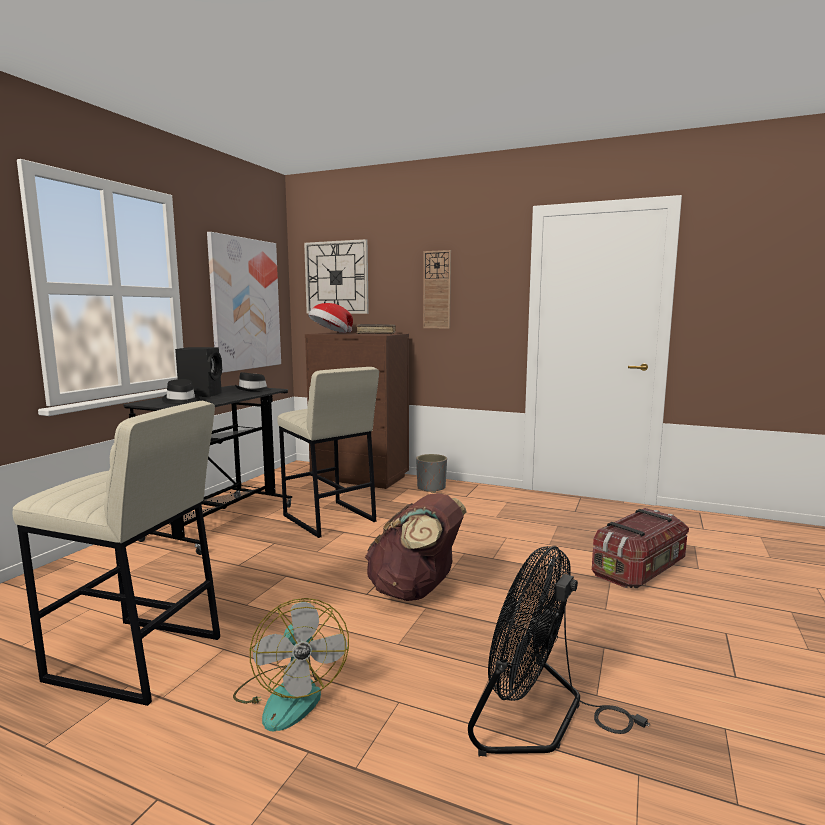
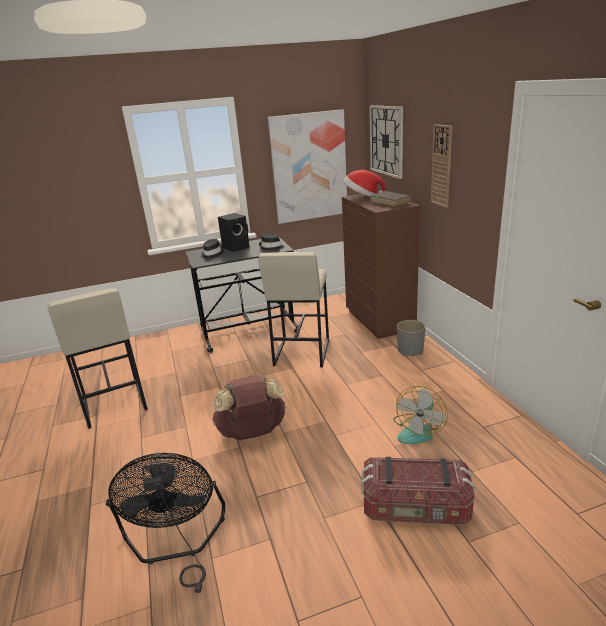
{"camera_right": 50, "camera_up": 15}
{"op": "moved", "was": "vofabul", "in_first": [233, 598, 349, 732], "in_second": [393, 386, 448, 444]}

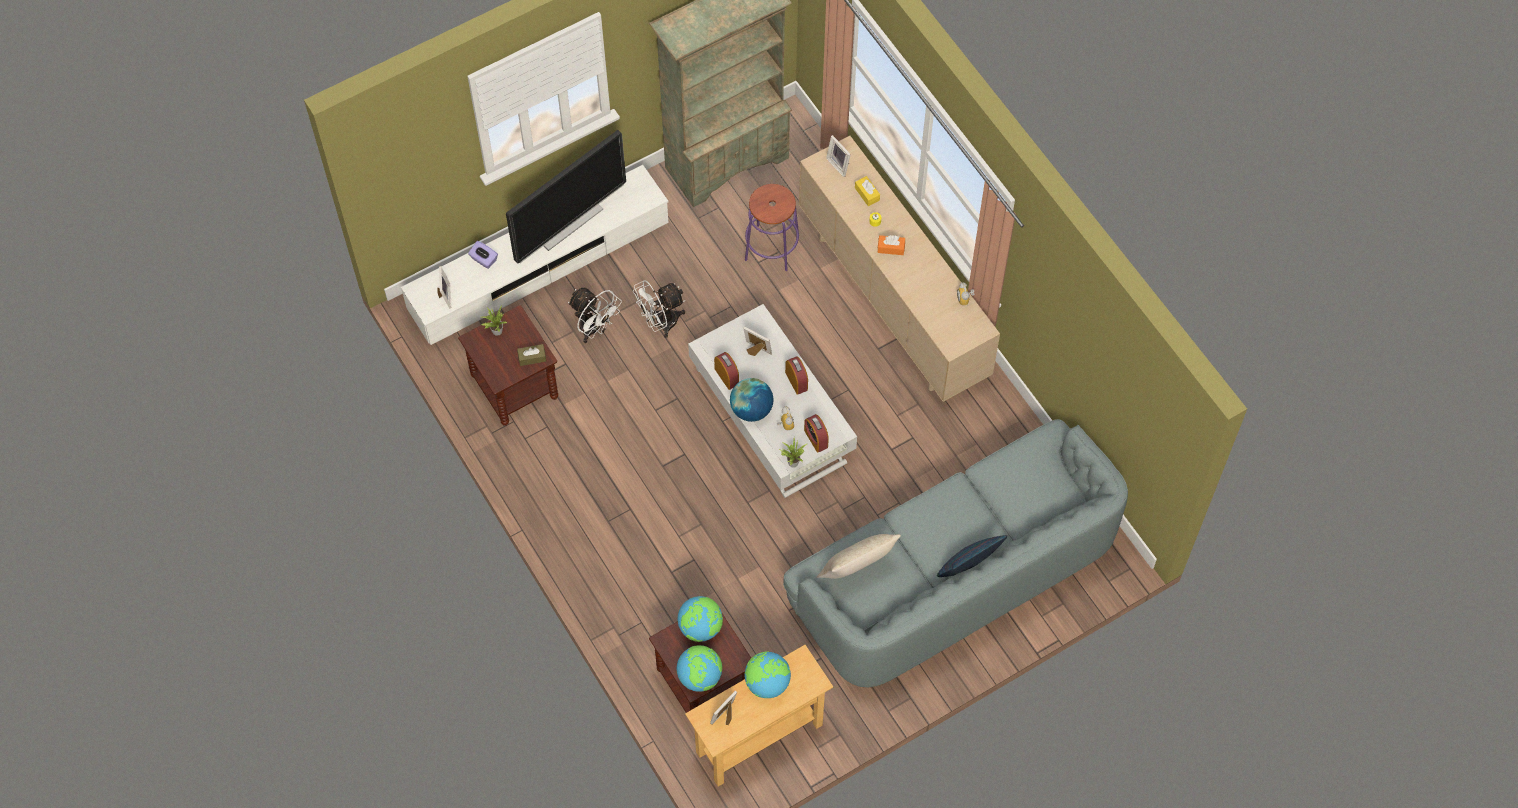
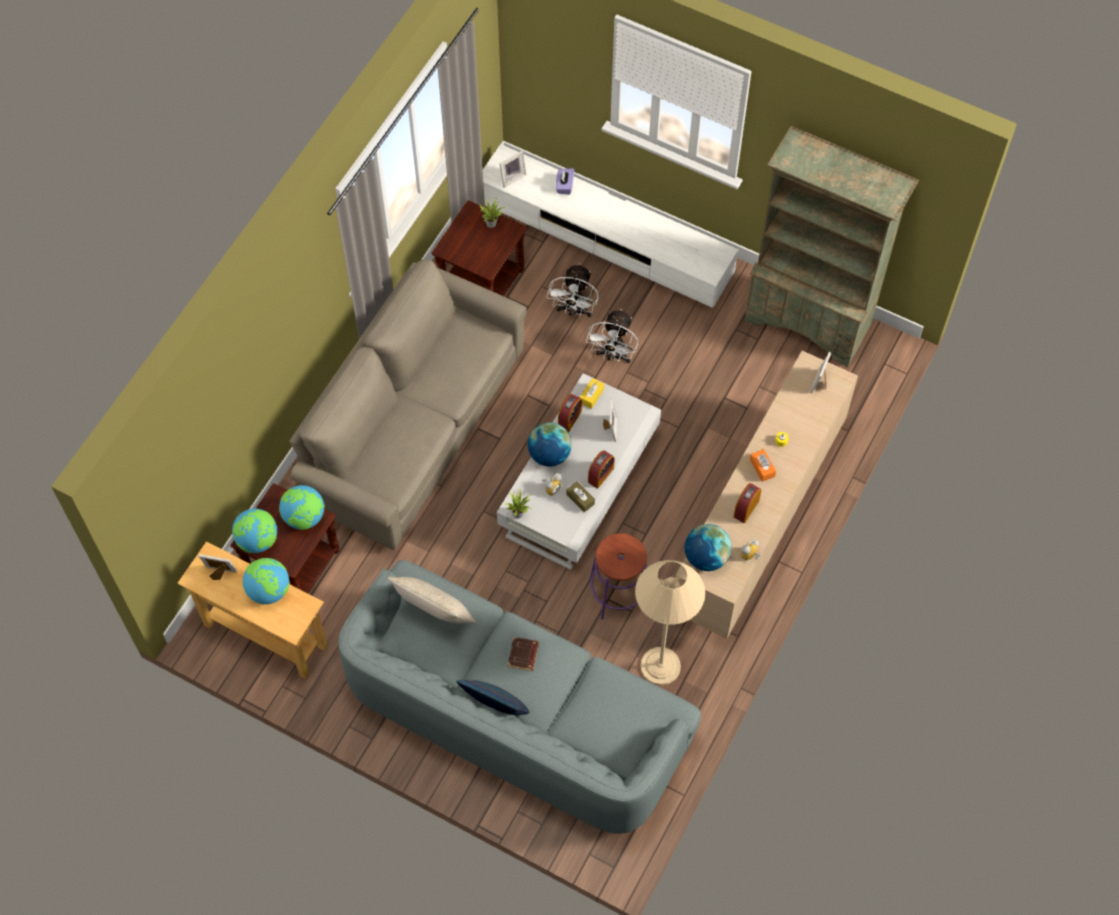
{"camera_right": 60, "camera_up": 0}
{"op": "added", "now": "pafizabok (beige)", "in_second": [289, 259, 527, 550]}
{"op": "added", "now": "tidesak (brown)", "in_second": [508, 637, 539, 671]}
{"op": "moved", "was": "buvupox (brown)", "in_first": [517, 344, 546, 366], "in_second": [567, 481, 595, 512]}
{"op": "moved", "was": "buvupox (yellow)", "in_first": [855, 176, 880, 206], "in_second": [580, 378, 604, 409]}
{"op": "turned", "was": "vofabul (white)", "in_first": [633, 280, 685, 338], "in_second": [586, 309, 638, 363], "clockwise": -105}
{"op": "moved", "was": "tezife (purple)", "in_first": [745, 184, 799, 271], "in_second": [590, 533, 647, 620]}
{"op": "added", "now": "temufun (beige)", "in_second": [635, 560, 705, 685]}
{"op": "added", "now": "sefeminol", "in_second": [685, 524, 732, 571]}
{"op": "moved", "was": "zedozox", "in_first": [804, 414, 829, 453], "in_second": [734, 483, 761, 523]}
{"op": "removed", "was": "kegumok", "in_first": [506, 130, 626, 263]}

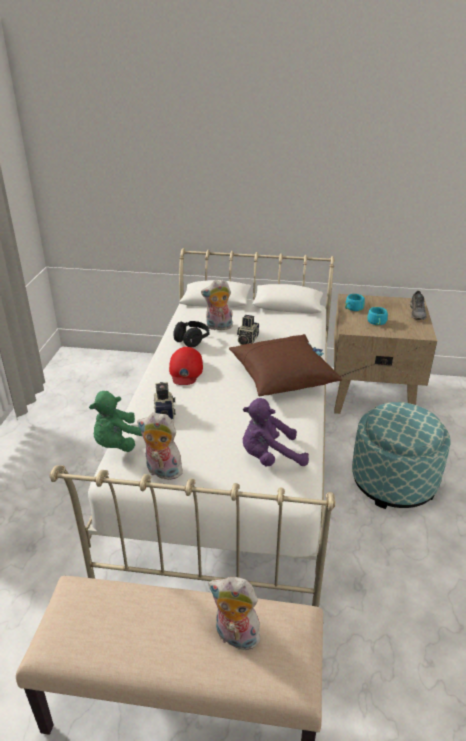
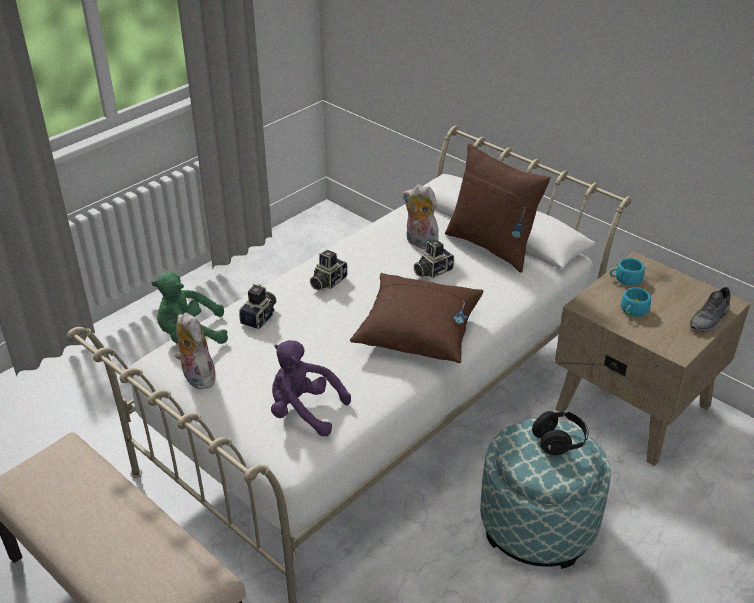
{"camera_right": 35, "camera_up": 5}
{"op": "replaced", "was": "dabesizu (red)", "now": "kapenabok", "in_first": [169, 347, 203, 385], "in_second": [310, 250, 348, 290]}
{"op": "added", "now": "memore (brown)", "in_second": [445, 144, 550, 273]}
{"op": "moved", "was": "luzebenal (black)", "in_first": [173, 321, 209, 347], "in_second": [532, 411, 589, 455]}
{"op": "removed", "was": "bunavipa", "in_first": [208, 577, 260, 653]}

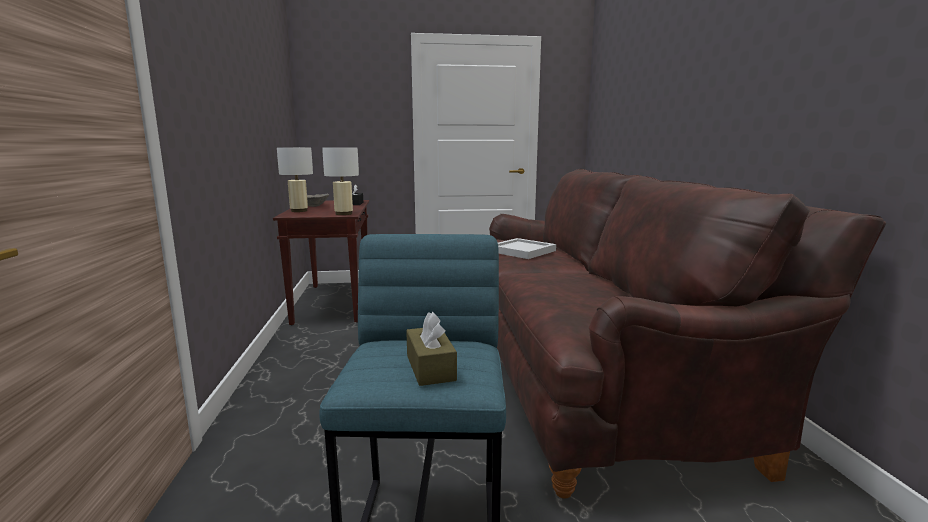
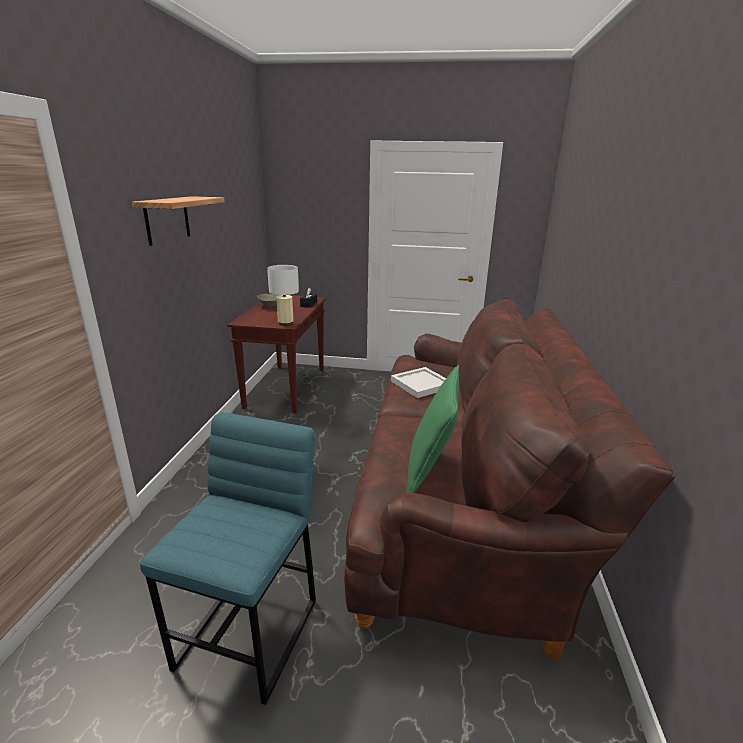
{"camera_right": 15, "camera_up": 10}
{"op": "added", "now": "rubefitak", "in_second": [132, 196, 225, 246]}
{"op": "added", "now": "memore (green)", "in_second": [406, 365, 459, 493]}
{"op": "removed", "was": "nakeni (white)", "in_first": [277, 147, 313, 212]}
{"op": "removed", "was": "buvupox (brown)", "in_first": [406, 312, 457, 386]}

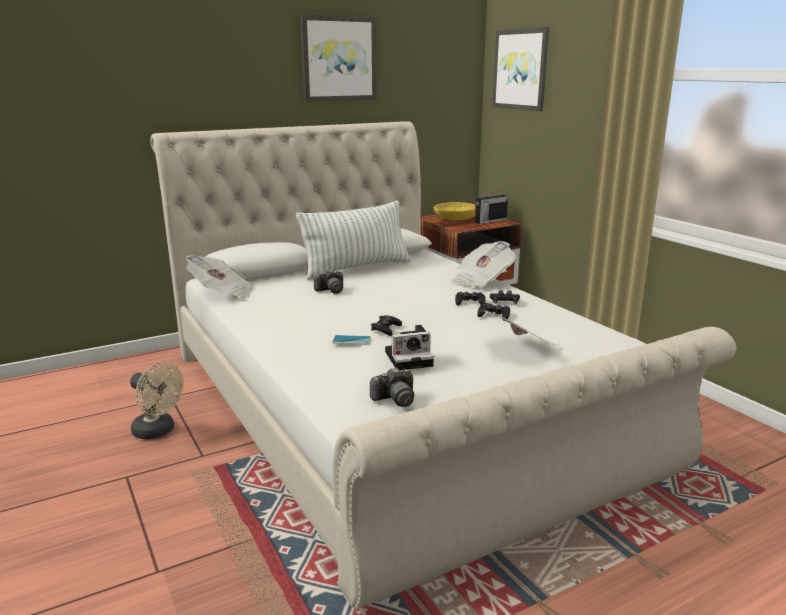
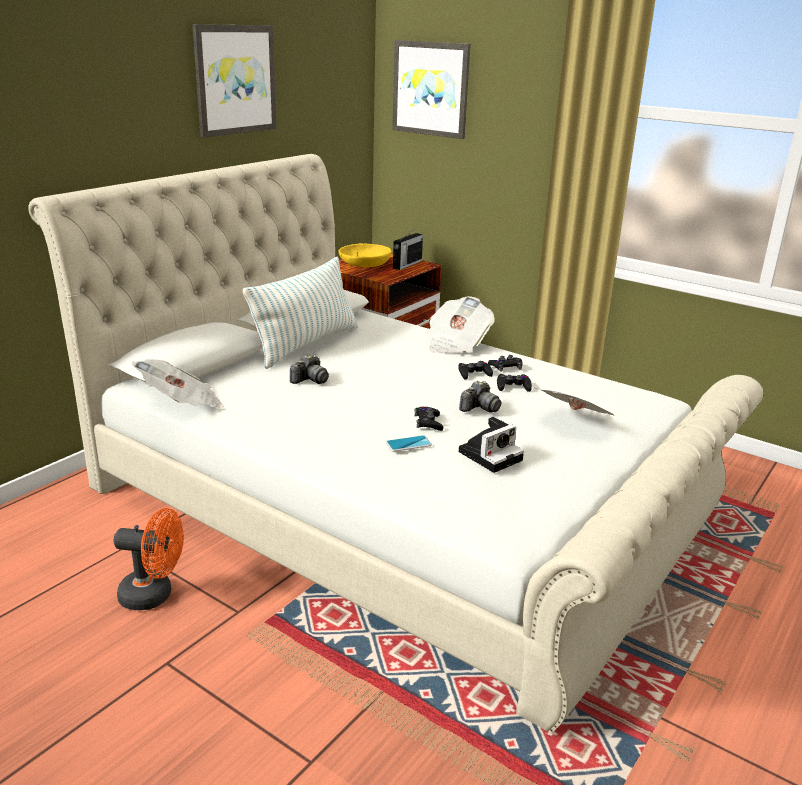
{"camera_right": -25, "camera_up": 5}
{"op": "recoloured", "was": "vofabul (beige)", "now": "vofabul (orange)", "in_first": [130, 362, 184, 440], "in_second": [113, 508, 184, 610]}
{"op": "moved", "was": "kapenabok", "in_first": [370, 367, 414, 407], "in_second": [459, 381, 501, 413]}

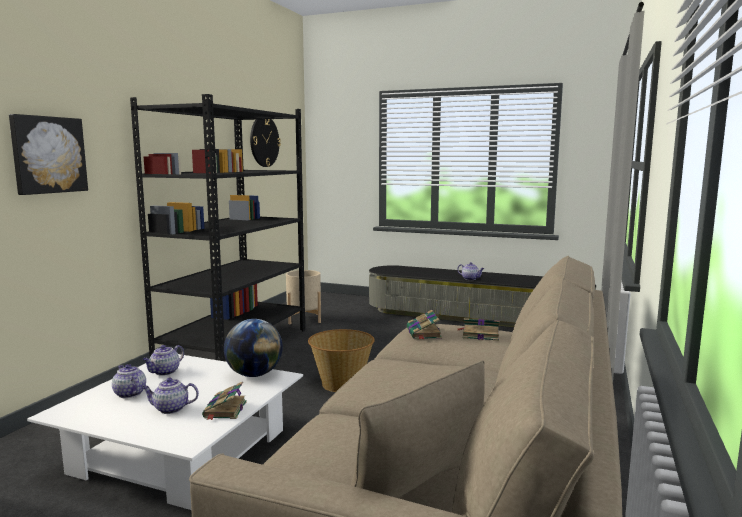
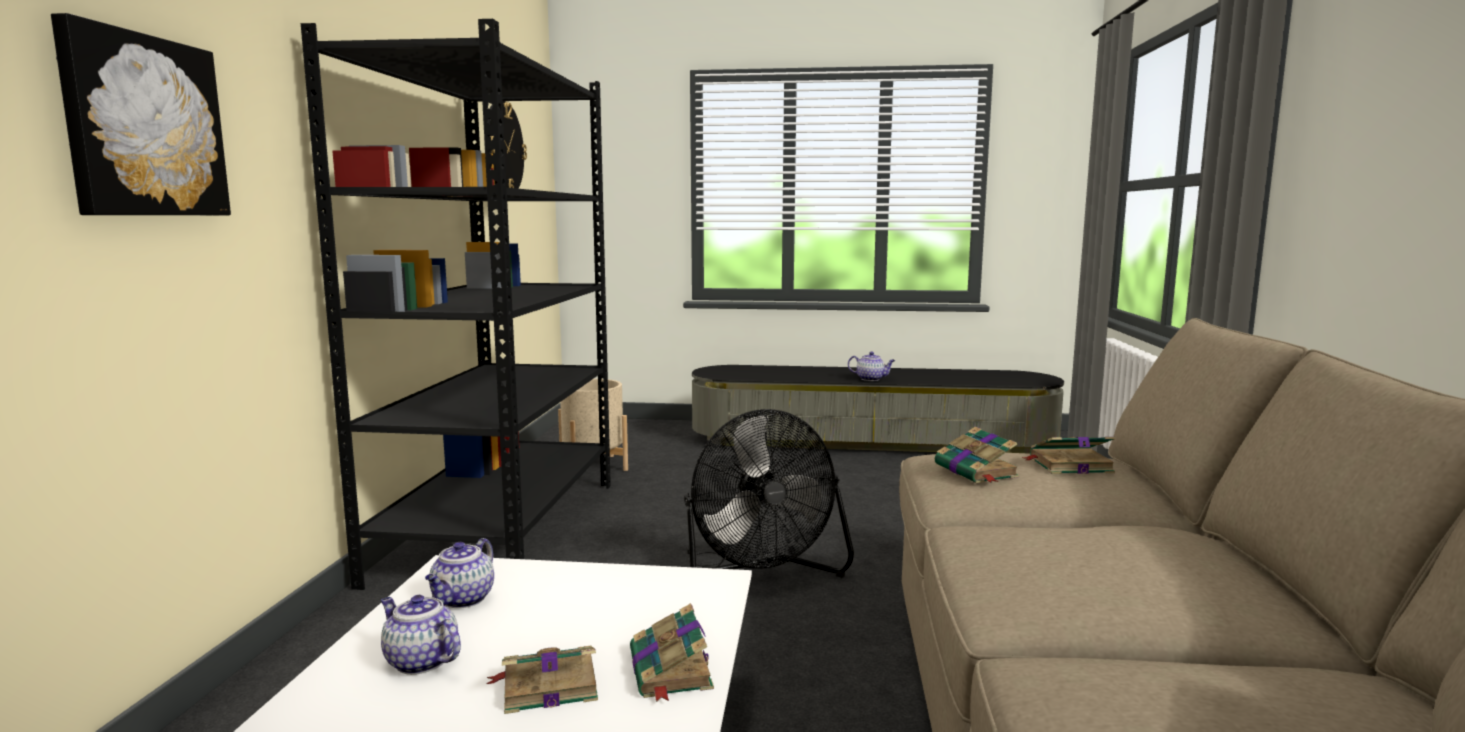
{"camera_right": -15, "camera_up": 0}
{"op": "replaced", "was": "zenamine", "now": "tidesak", "in_first": [141, 378, 199, 414], "in_second": [487, 646, 598, 714]}
{"op": "replaced", "was": "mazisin", "now": "vofabul (black)", "in_first": [308, 329, 375, 392], "in_second": [684, 409, 854, 578]}
{"op": "removed", "was": "sefeminol", "in_first": [224, 319, 283, 377]}

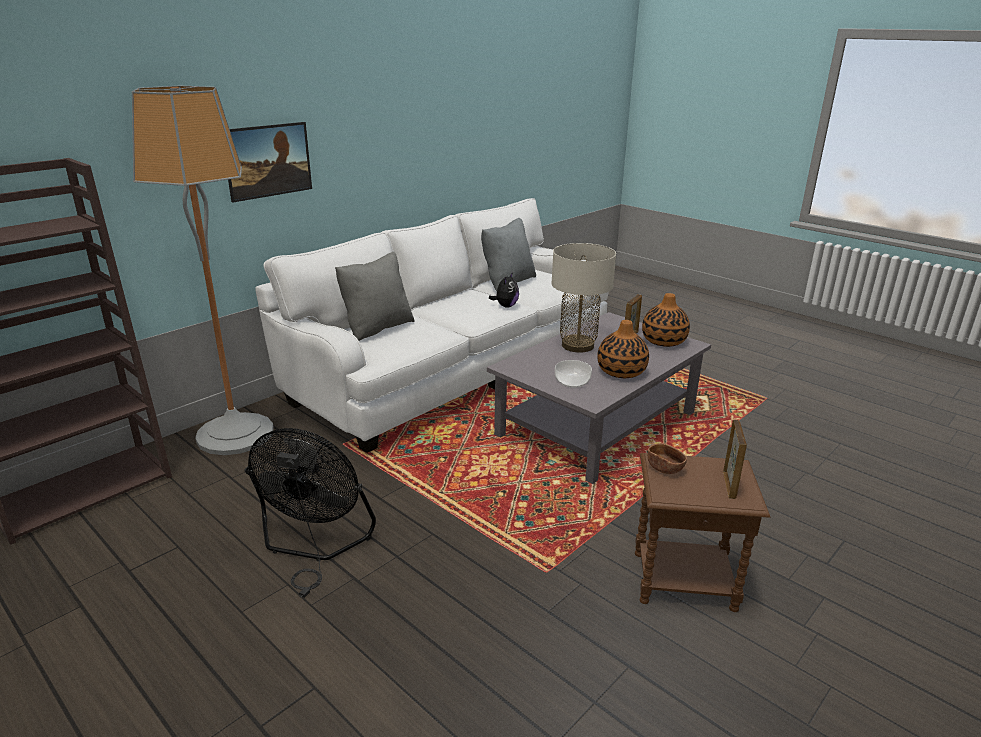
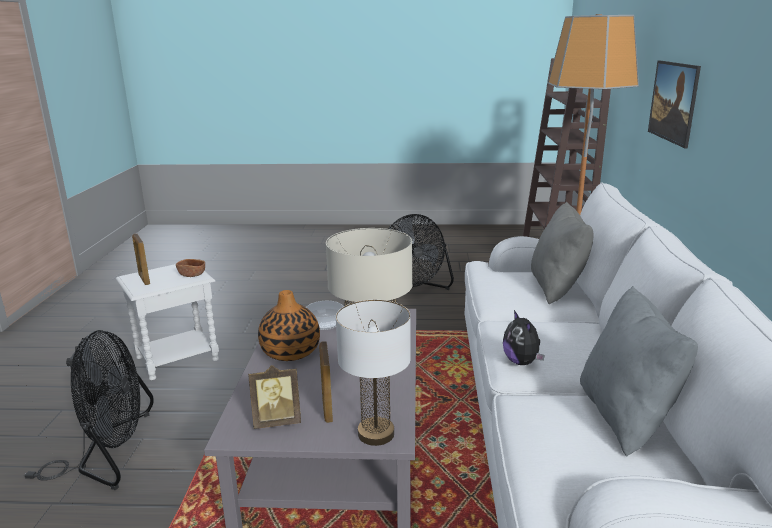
{"camera_right": 140, "camera_up": -5}
{"op": "added", "now": "vofabul (black)", "in_second": [24, 330, 154, 490]}
{"op": "recoloured", "was": "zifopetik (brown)", "now": "zifopetik (white)", "in_first": [635, 453, 770, 612], "in_second": [116, 264, 219, 380]}
{"op": "replaced", "was": "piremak", "now": "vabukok", "in_first": [642, 293, 690, 347], "in_second": [248, 365, 301, 429]}
{"op": "added", "now": "nakeni", "in_second": [336, 300, 411, 446]}

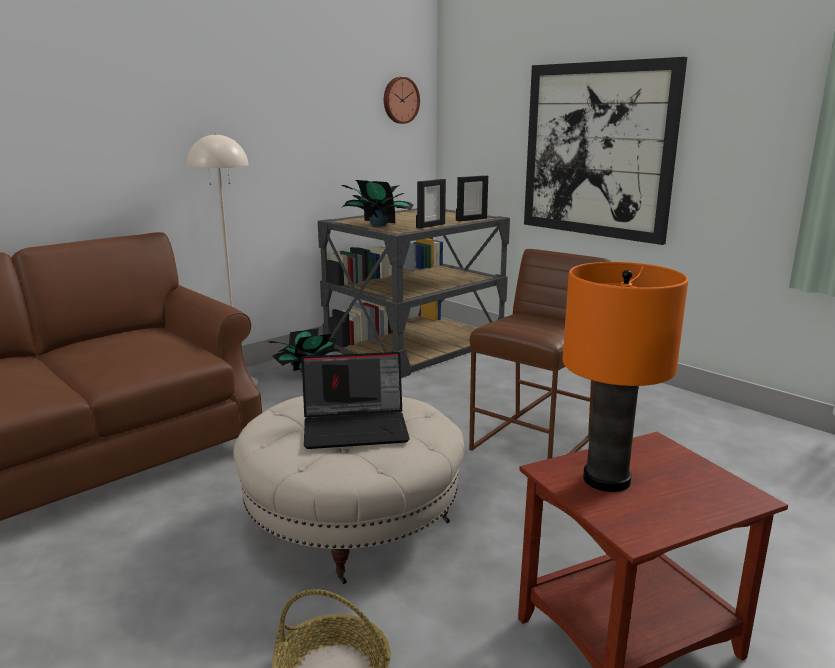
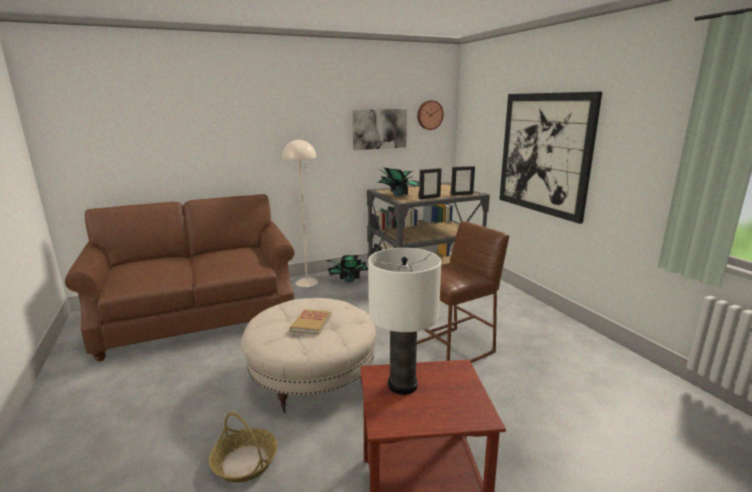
{"camera_right": 20, "camera_up": 0}
{"op": "replaced", "was": "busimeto", "now": "tidesak", "in_first": [302, 352, 410, 449], "in_second": [290, 309, 331, 334]}
{"op": "added", "now": "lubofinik", "in_second": [352, 109, 407, 150]}
{"op": "recoloured", "was": "nakeni (orange)", "now": "nakeni (white)", "in_first": [563, 262, 688, 492], "in_second": [368, 248, 441, 395]}

